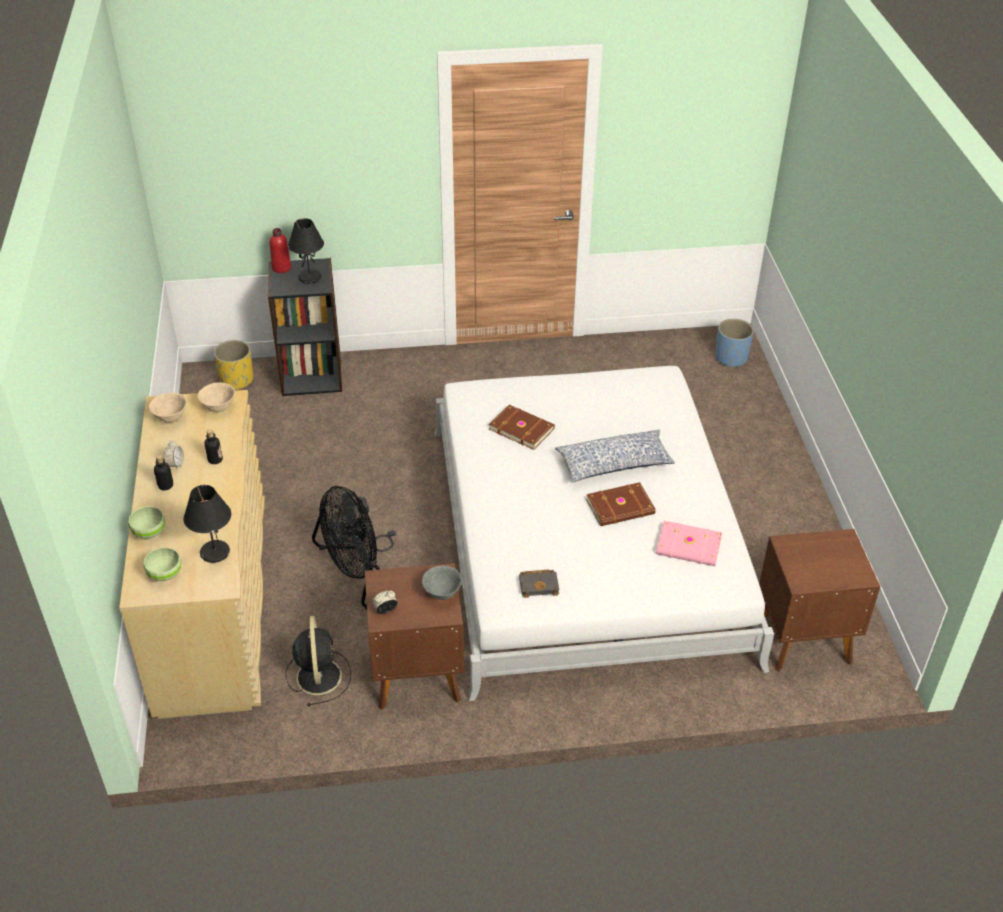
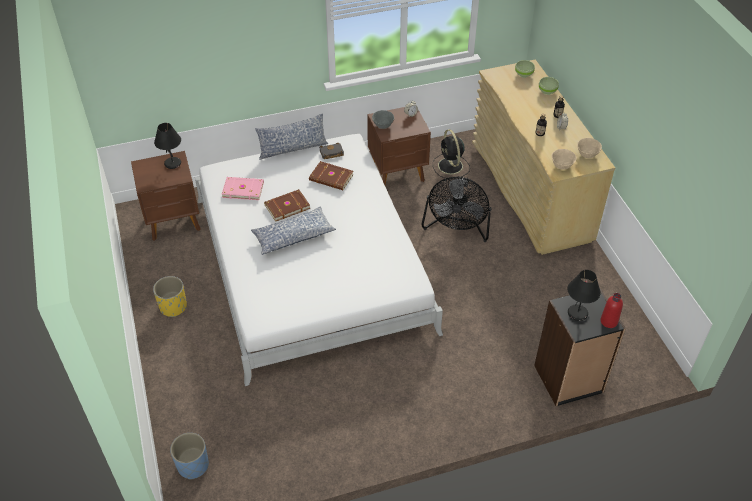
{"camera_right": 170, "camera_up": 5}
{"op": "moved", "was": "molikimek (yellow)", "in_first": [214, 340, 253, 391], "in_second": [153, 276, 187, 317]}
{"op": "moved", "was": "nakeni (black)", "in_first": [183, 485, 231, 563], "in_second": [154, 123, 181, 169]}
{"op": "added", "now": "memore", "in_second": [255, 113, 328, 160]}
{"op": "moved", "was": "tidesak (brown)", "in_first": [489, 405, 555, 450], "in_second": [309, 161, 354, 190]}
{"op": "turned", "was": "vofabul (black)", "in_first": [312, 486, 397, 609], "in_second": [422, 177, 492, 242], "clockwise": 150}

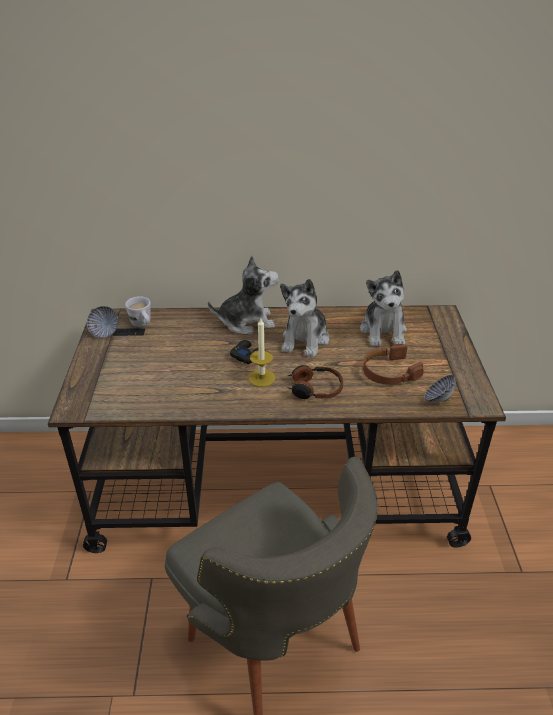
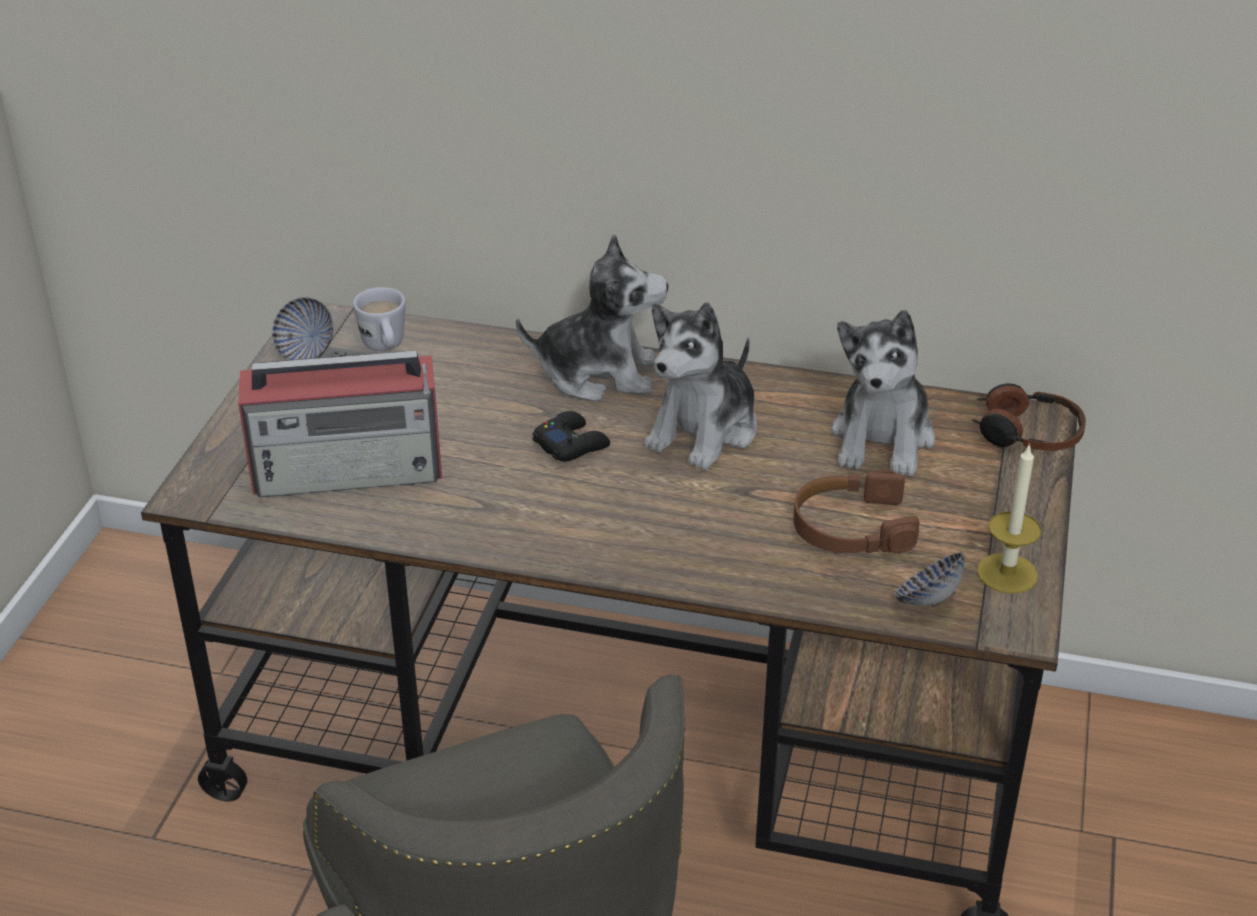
{"camera_right": 15, "camera_up": 0}
{"op": "added", "now": "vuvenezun", "in_second": [238, 350, 442, 498]}
{"op": "moved", "was": "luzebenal", "in_first": [287, 365, 343, 399], "in_second": [971, 383, 1086, 451]}
{"op": "moved", "was": "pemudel", "in_first": [248, 318, 275, 387], "in_second": [977, 443, 1042, 594]}

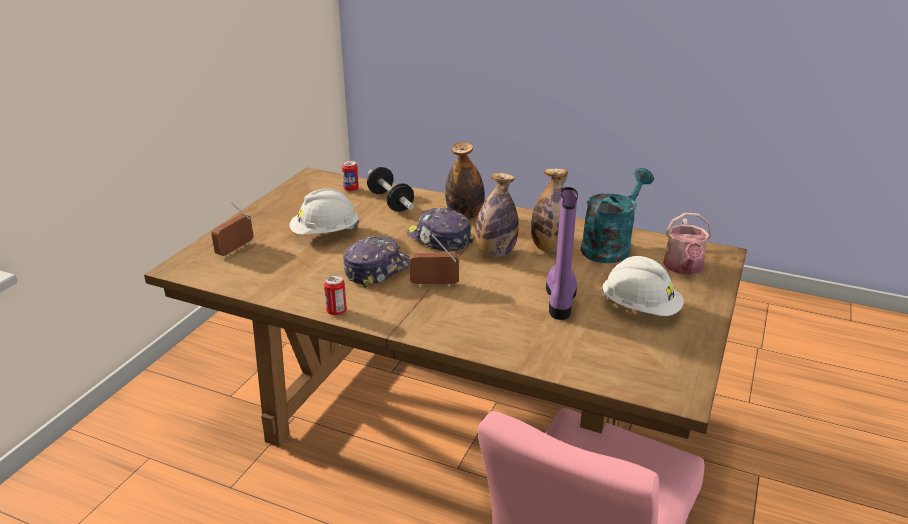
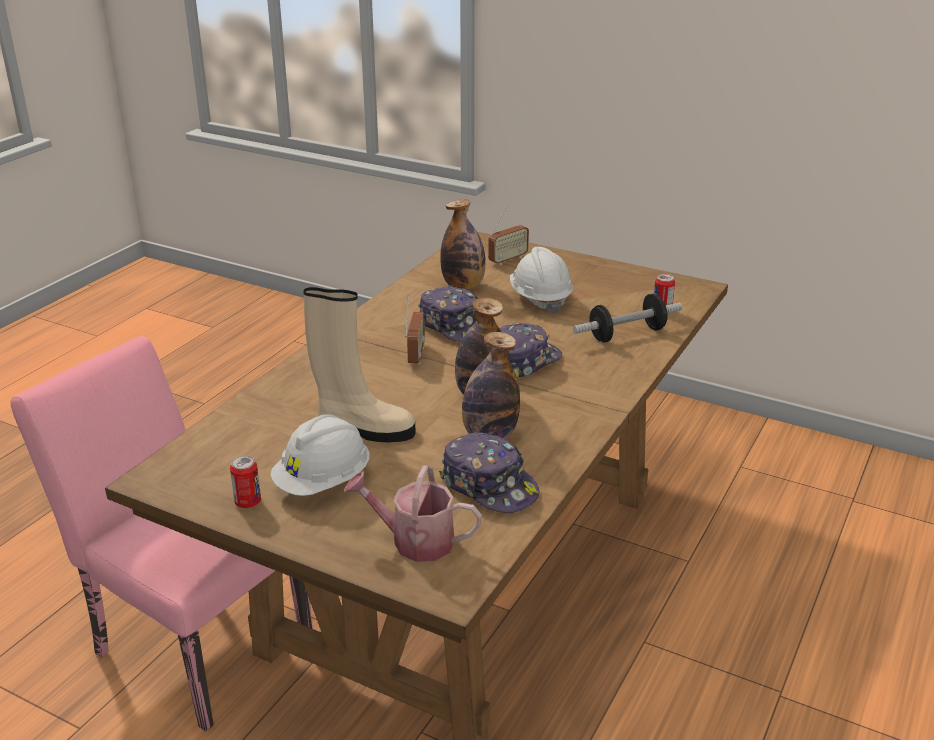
{"camera_right": 95, "camera_up": 0}
{"op": "moved", "was": "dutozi", "in_first": [324, 275, 347, 315], "in_second": [230, 456, 261, 508]}
{"op": "recoloured", "was": "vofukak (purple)", "now": "vofukak (beige)", "in_first": [546, 187, 578, 320], "in_second": [303, 287, 416, 442]}
{"op": "replaced", "was": "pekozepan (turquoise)", "now": "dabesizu", "in_first": [581, 168, 654, 263], "in_second": [439, 432, 539, 513]}
{"op": "moved", "was": "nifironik", "in_first": [445, 142, 485, 219], "in_second": [440, 199, 485, 290]}
{"op": "turned", "was": "vuvenezun", "in_first": [211, 202, 254, 257], "in_second": [488, 206, 529, 265], "clockwise": 105}

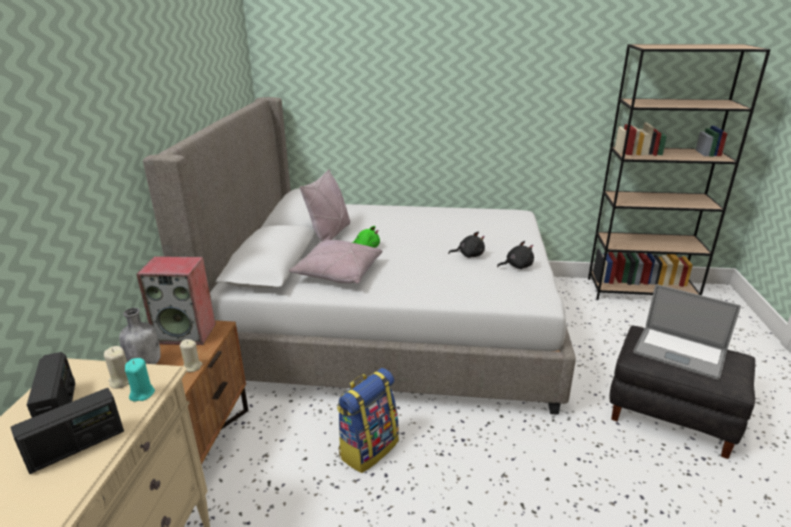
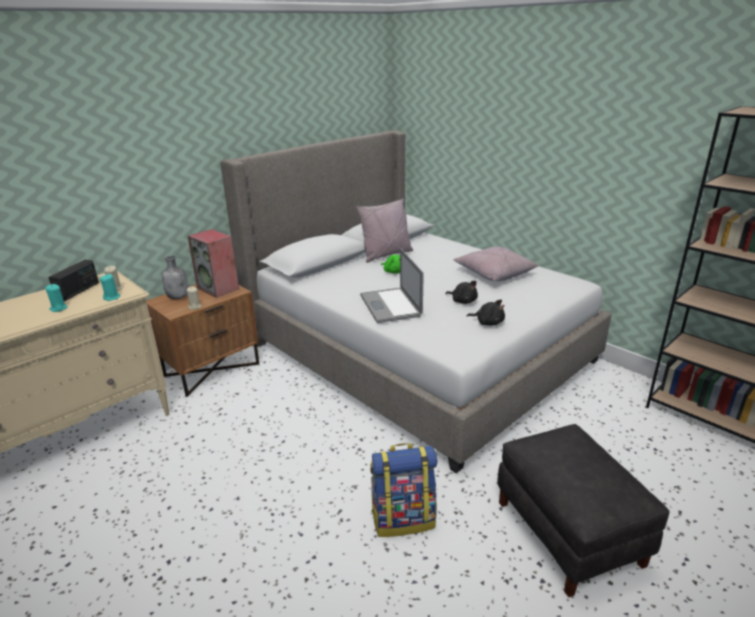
{"camera_right": 40, "camera_up": 0}
{"op": "replaced", "was": "vuvenezun", "now": "pemudel (turquoise)", "in_first": [11, 388, 124, 474], "in_second": [45, 284, 68, 312]}
{"op": "moved", "was": "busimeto", "in_first": [633, 284, 741, 380], "in_second": [360, 249, 424, 323]}
{"op": "moved", "was": "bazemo", "in_first": [337, 368, 399, 473], "in_second": [370, 443, 437, 537]}
{"op": "moved", "was": "memore (purple)", "in_first": [289, 240, 382, 284], "in_second": [454, 246, 538, 281]}

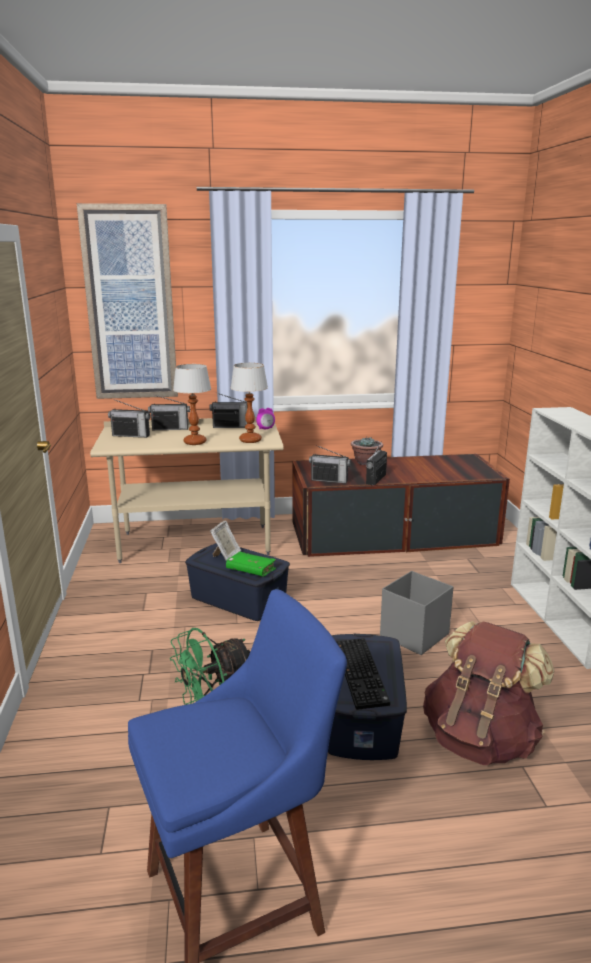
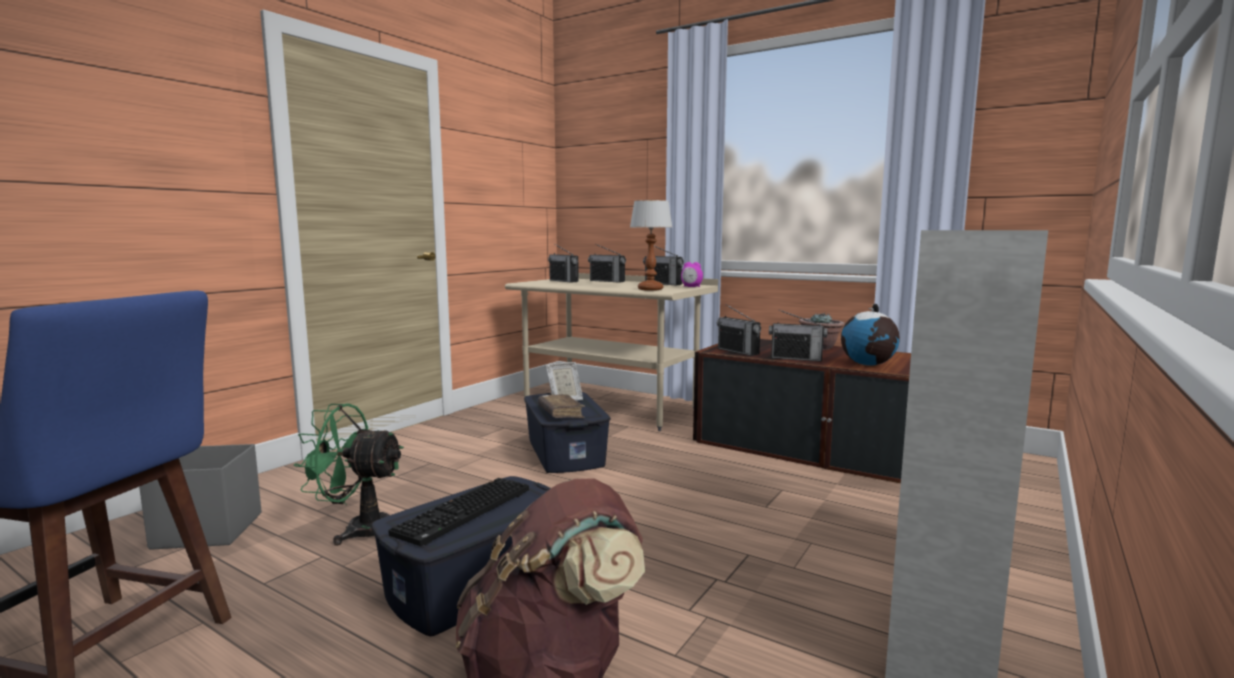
{"camera_right": 40, "camera_up": -10}
{"op": "moved", "was": "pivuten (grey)", "in_first": [380, 571, 453, 655], "in_second": [139, 444, 261, 550]}
{"op": "recoloured", "was": "tidesak (green)", "now": "tidesak (brown)", "in_first": [226, 552, 276, 576], "in_second": [538, 394, 585, 418]}
{"op": "turned", "was": "vuvenezun", "in_first": [366, 441, 387, 485], "in_second": [769, 310, 828, 362], "clockwise": -135}
{"op": "added", "now": "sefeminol", "in_second": [841, 304, 900, 366]}
{"op": "removed", "was": "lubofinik", "in_first": [77, 203, 178, 399]}
{"op": "removed", "was": "nakeni", "in_first": [173, 364, 211, 445]}

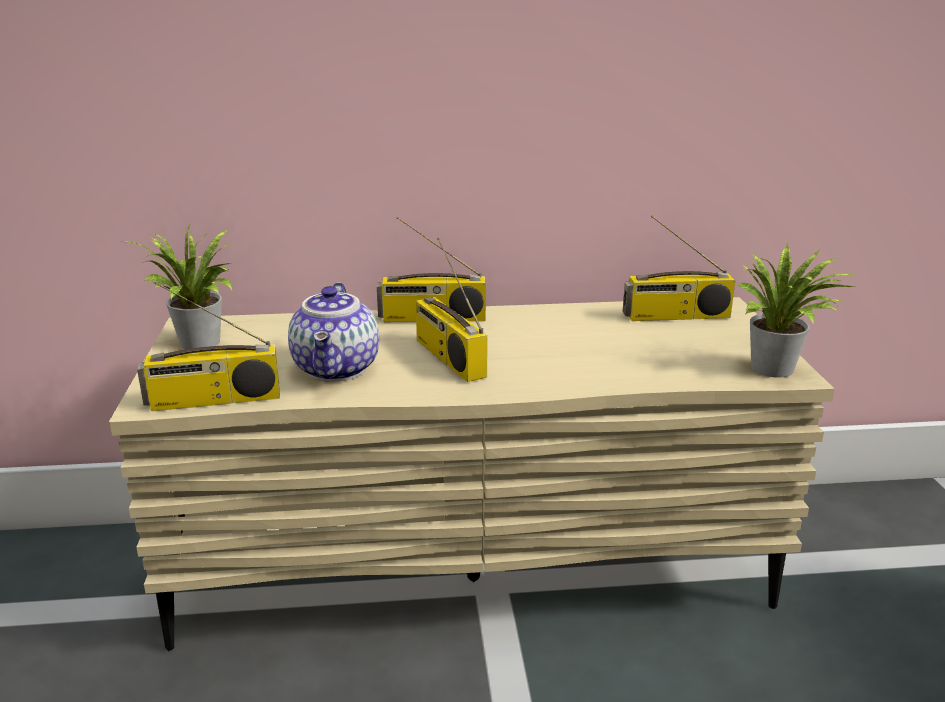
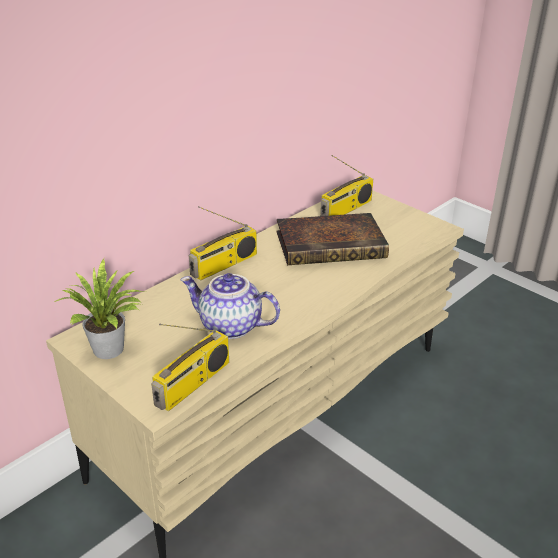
{"camera_right": -40, "camera_up": 10}
{"op": "turned", "was": "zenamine", "in_first": [288, 282, 379, 382], "in_second": [180, 273, 280, 339], "clockwise": 150}
{"op": "added", "now": "tidesak", "in_second": [276, 213, 389, 265]}
{"op": "removed", "was": "vuvenezun", "in_first": [416, 238, 488, 382]}
{"op": "removed", "was": "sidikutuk", "in_first": [737, 243, 855, 378]}

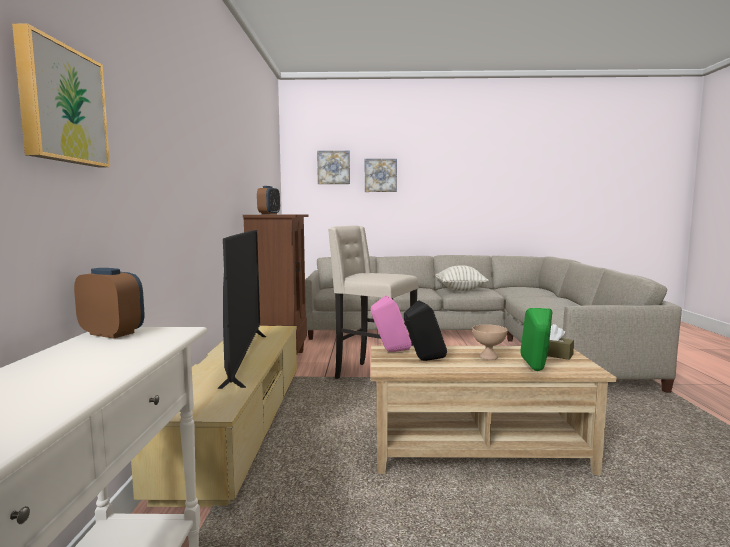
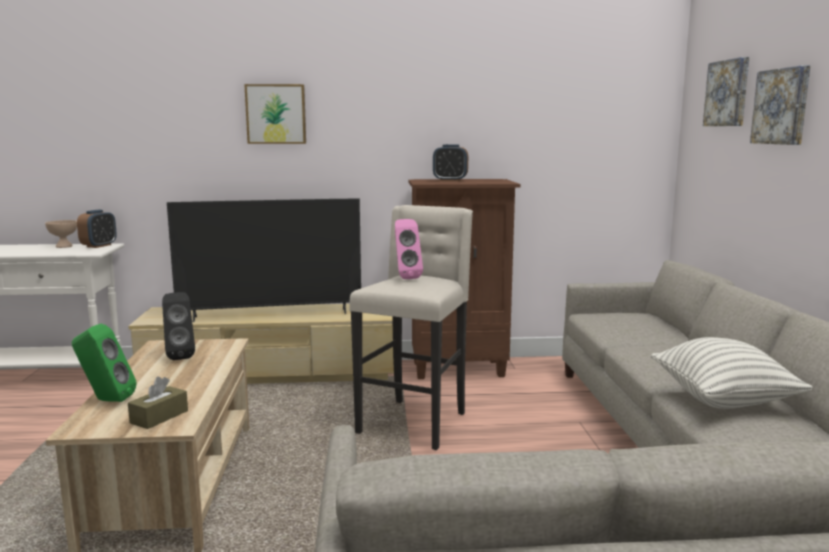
{"camera_right": 85, "camera_up": 5}
{"op": "moved", "was": "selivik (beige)", "in_first": [472, 324, 508, 360], "in_second": [45, 220, 77, 248]}
{"op": "moved", "was": "lubofinik", "in_first": [12, 23, 110, 167], "in_second": [244, 84, 306, 144]}
{"op": "moved", "was": "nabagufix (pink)", "in_first": [371, 295, 412, 352], "in_second": [395, 219, 423, 279]}

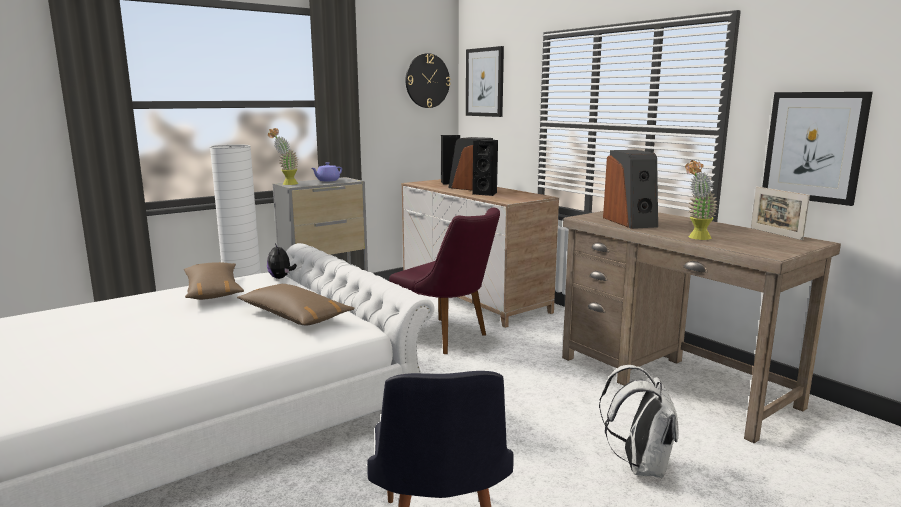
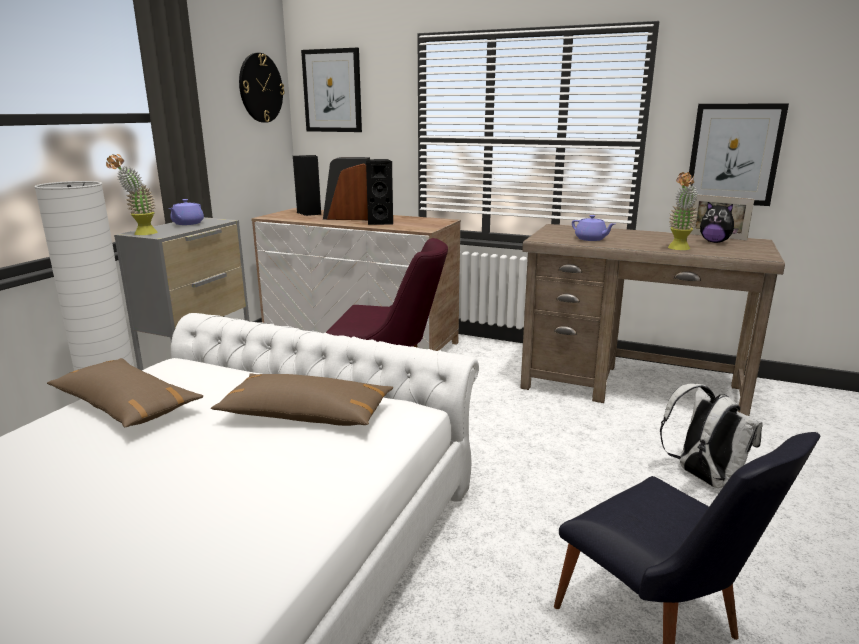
{"camera_right": -30, "camera_up": 5}
{"op": "replaced", "was": "nabagufix", "now": "zenamine (purple)", "in_first": [603, 150, 658, 229], "in_second": [572, 215, 614, 241]}
{"op": "moved", "was": "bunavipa", "in_first": [267, 243, 297, 279], "in_second": [700, 202, 739, 243]}

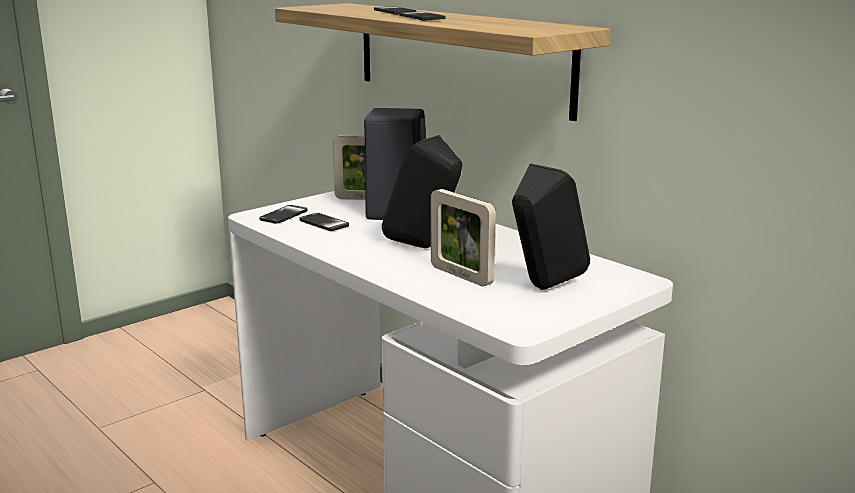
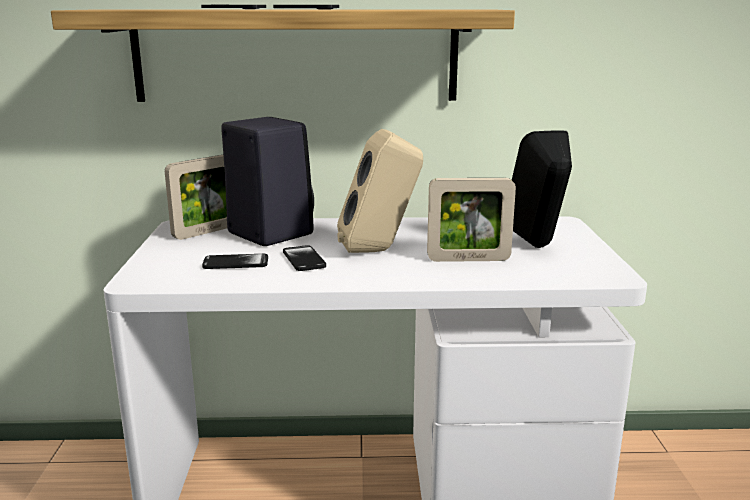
{"camera_right": -50, "camera_up": 0}
{"op": "moved", "was": "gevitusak", "in_first": [259, 205, 308, 224], "in_second": [283, 245, 326, 271]}
{"op": "recoloured", "was": "nabagufix (black)", "now": "nabagufix (beige)", "in_first": [382, 135, 462, 248], "in_second": [337, 129, 423, 253]}

